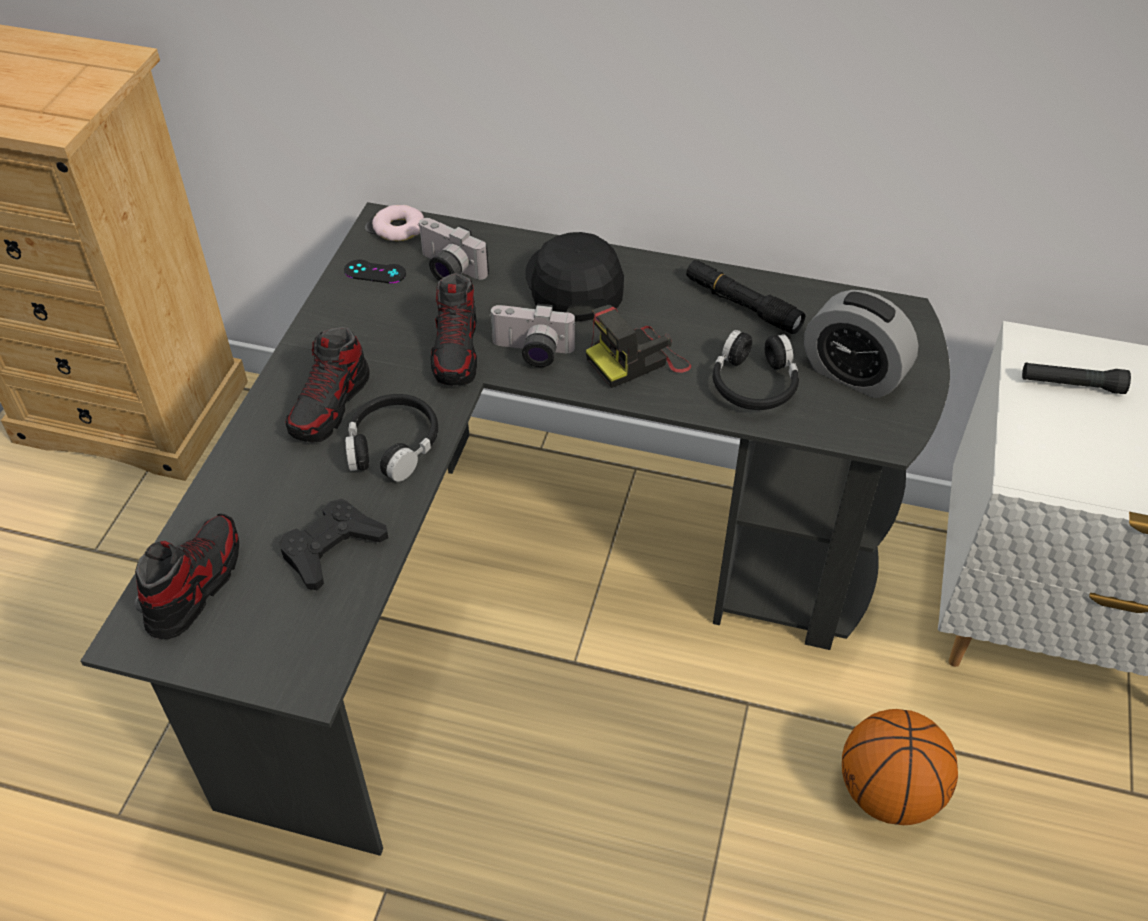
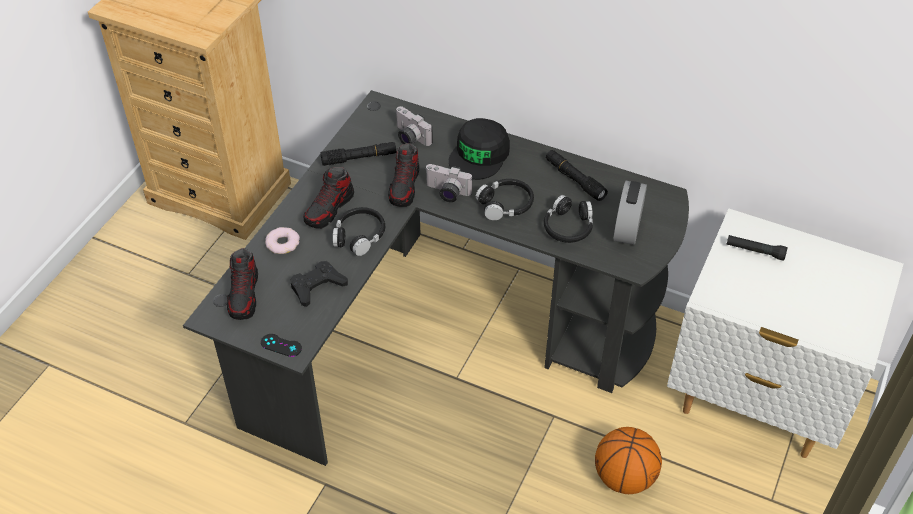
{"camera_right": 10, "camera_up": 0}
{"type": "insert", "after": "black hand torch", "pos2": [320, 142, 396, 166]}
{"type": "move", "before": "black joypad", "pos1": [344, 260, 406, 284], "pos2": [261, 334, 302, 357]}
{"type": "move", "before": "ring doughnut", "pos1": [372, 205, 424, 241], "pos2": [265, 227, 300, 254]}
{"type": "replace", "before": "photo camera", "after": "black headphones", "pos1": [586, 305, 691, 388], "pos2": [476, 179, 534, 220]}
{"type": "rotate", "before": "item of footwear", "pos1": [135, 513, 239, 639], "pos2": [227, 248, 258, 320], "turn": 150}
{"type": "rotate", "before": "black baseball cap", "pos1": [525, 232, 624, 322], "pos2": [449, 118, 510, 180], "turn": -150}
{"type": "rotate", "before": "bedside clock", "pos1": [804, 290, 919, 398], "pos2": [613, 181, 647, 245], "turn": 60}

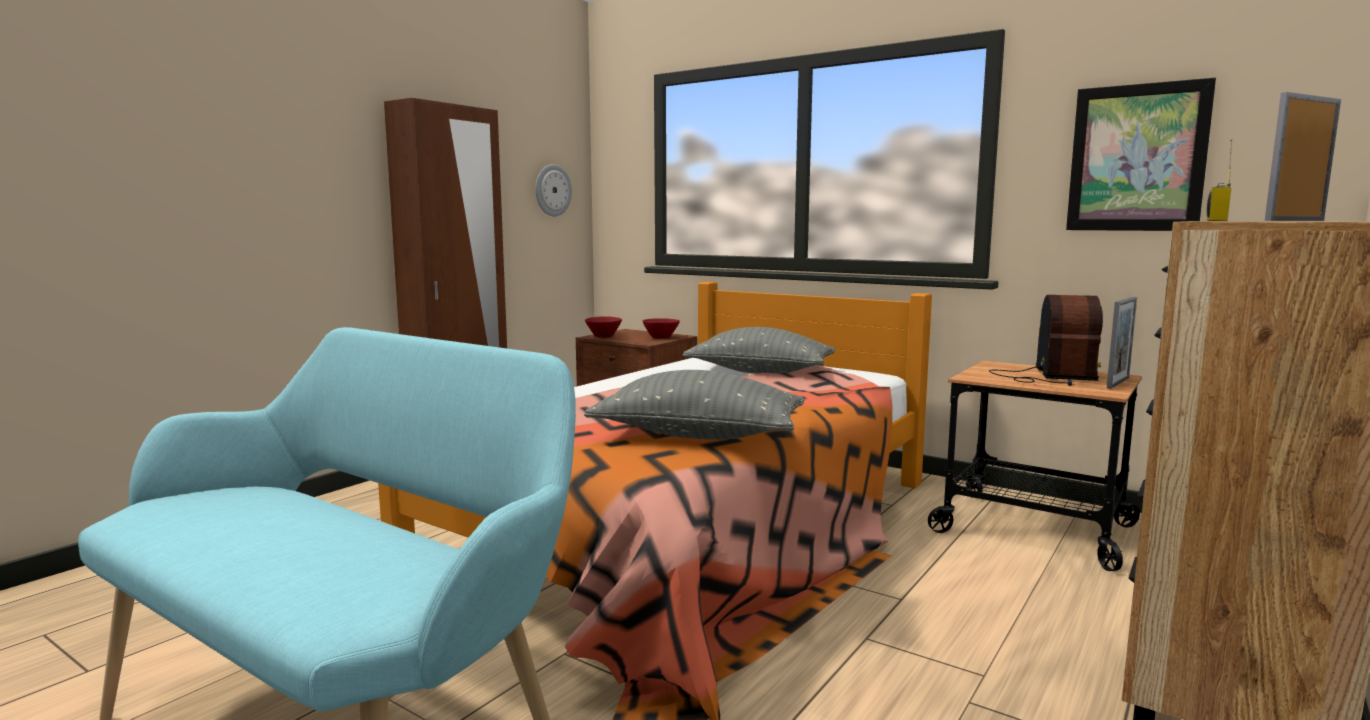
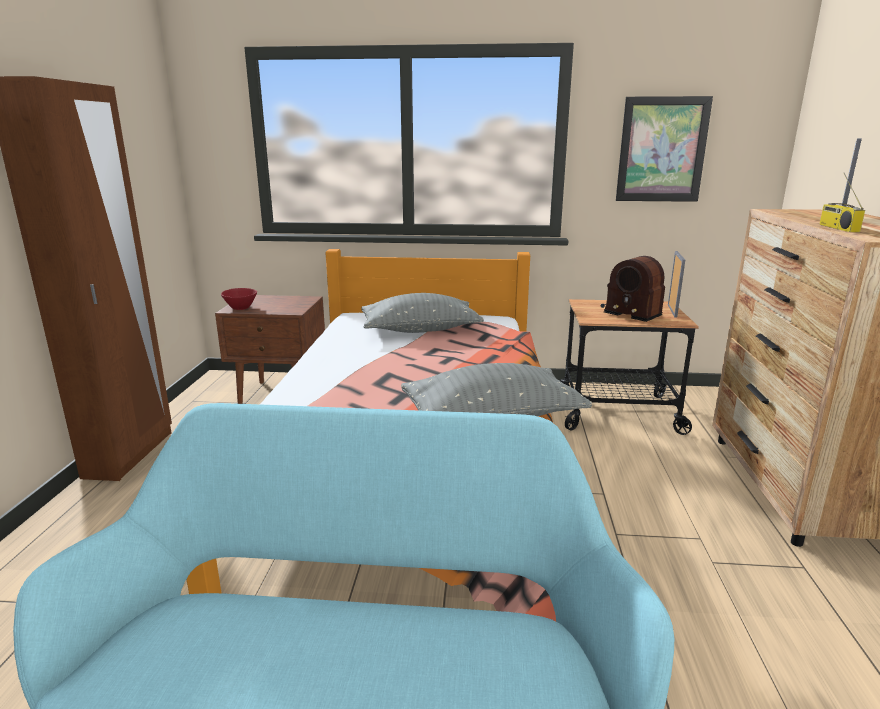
{"camera_right": -30, "camera_up": 10}
{"type": "delete", "before": "clock on the wall", "pos1": [535, 164, 572, 216]}
{"type": "delete", "before": "red-coloured serving bowl", "pos1": [643, 318, 680, 339]}
{"type": "rotate", "before": "radio receiver", "pos1": [989, 295, 1103, 386], "pos2": [600, 256, 665, 322], "turn": 150}

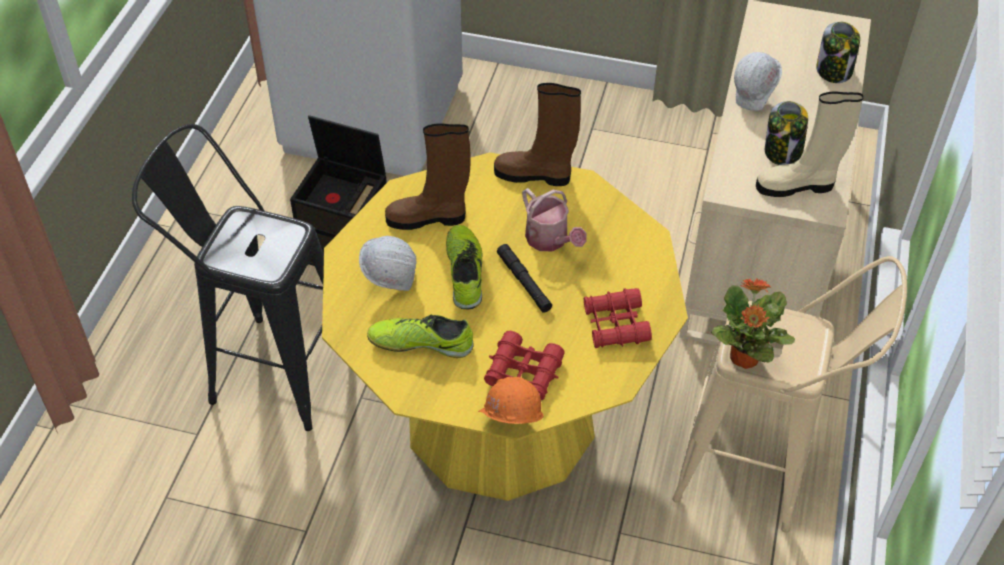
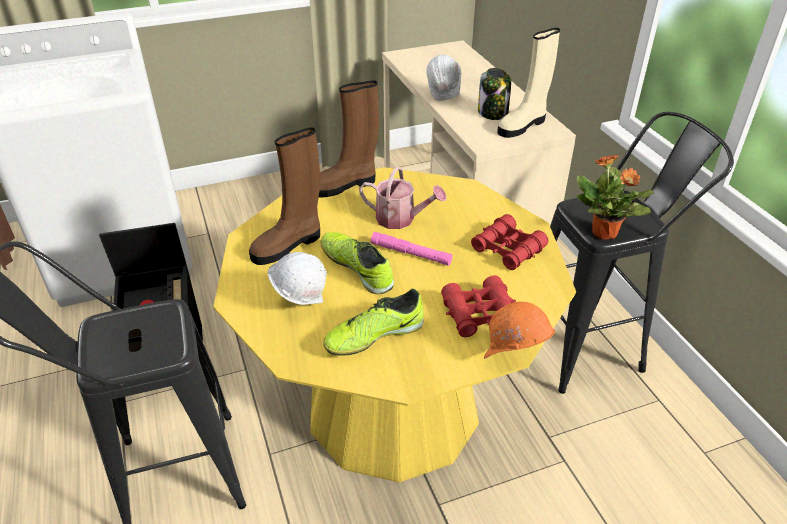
{"camera_right": -35, "camera_up": -10}
{"type": "delete", "before": "storage jar", "pos1": [816, 22, 860, 83]}
{"type": "recolor", "before": "black hand torch", "after": "pink hand torch", "pos1": [497, 244, 552, 312], "pos2": [371, 232, 452, 266]}
{"type": "recolor", "before": "sand-coloured stool", "after": "black stool", "pos1": [672, 256, 907, 533], "pos2": [550, 112, 734, 394]}

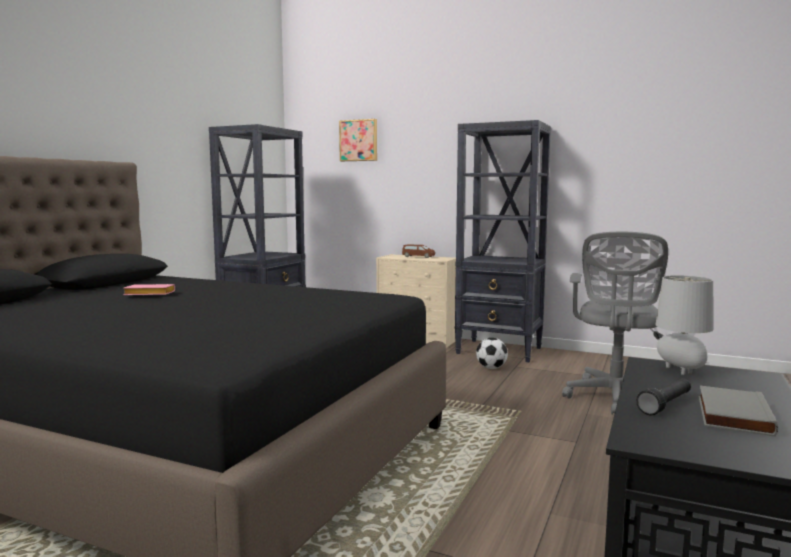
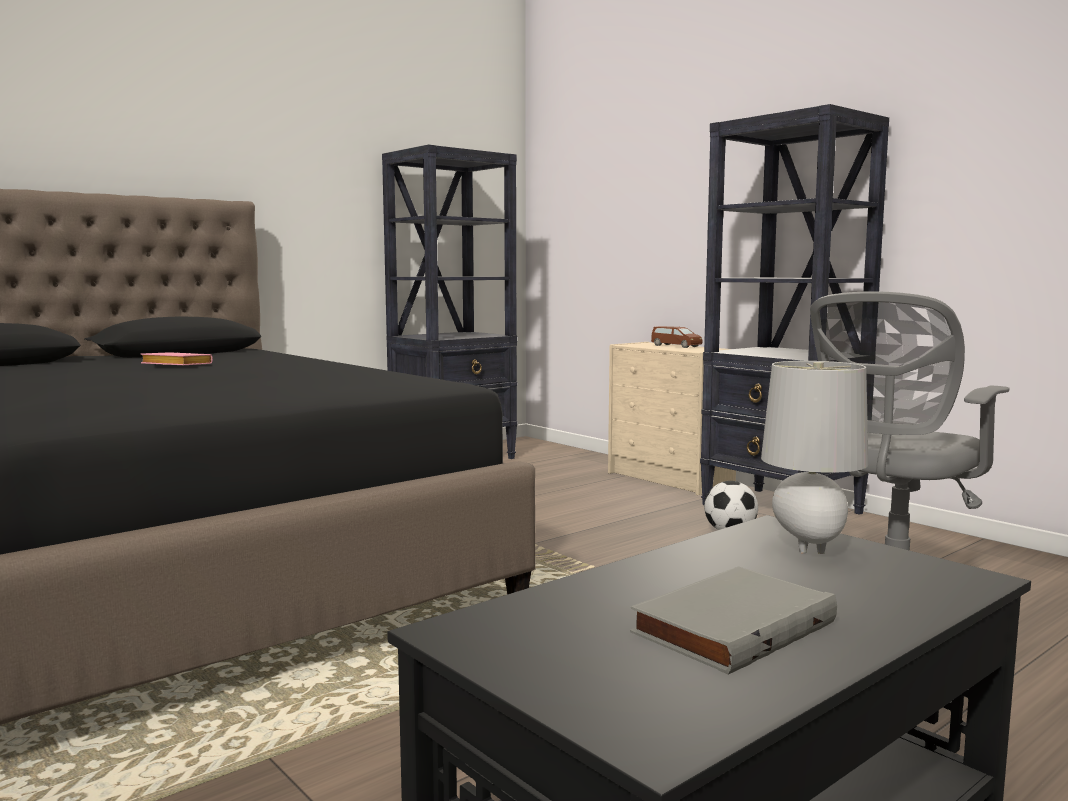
{"camera_right": 25, "camera_up": 0}
{"type": "delete", "before": "wall picture", "pos1": [339, 119, 377, 161]}
{"type": "delete", "before": "black hand torch", "pos1": [636, 378, 691, 415]}

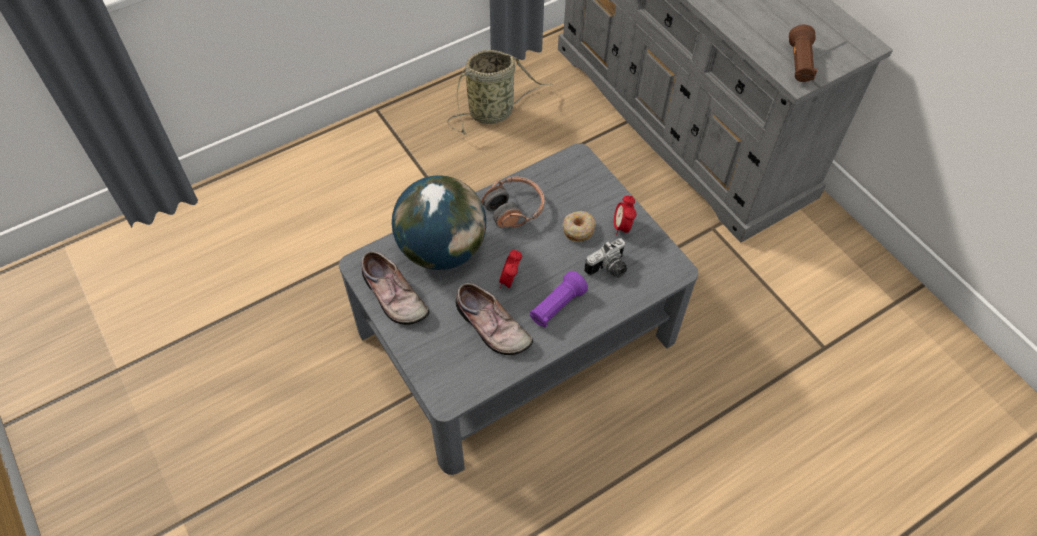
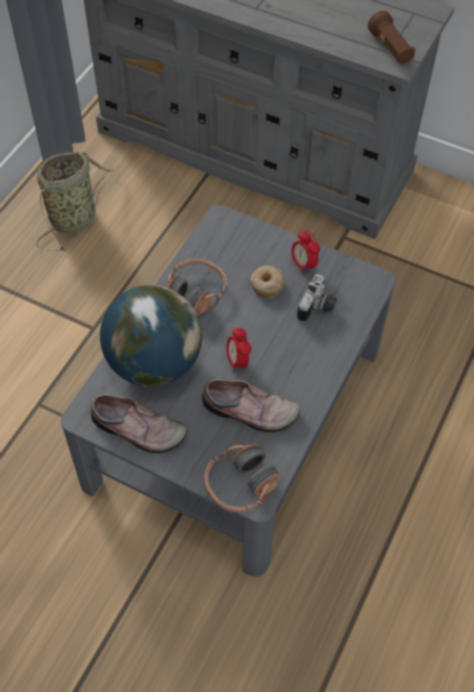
{"camera_right": -30, "camera_up": 0}
{"type": "delete", "before": "purple-coloured hand torch", "pos1": [530, 271, 588, 328]}
{"type": "insert", "after": "headphones", "pos2": [205, 444, 281, 512]}

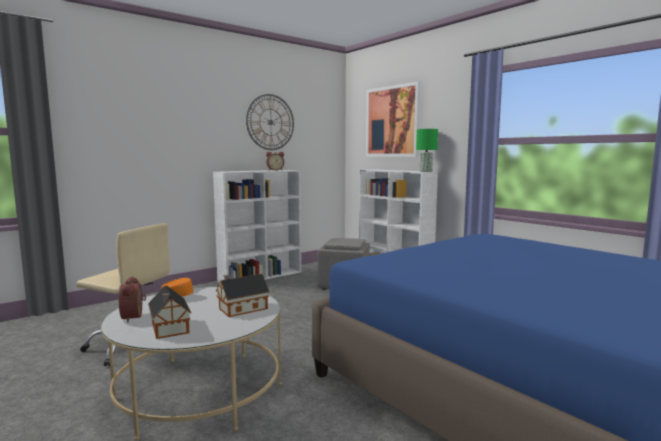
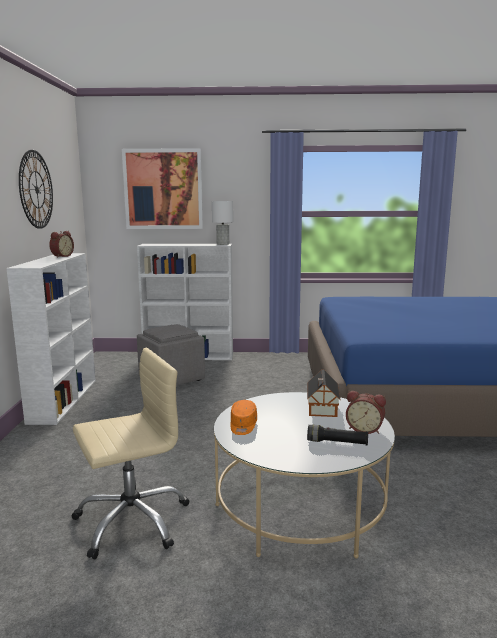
{"camera_right": -50, "camera_up": 5}
{"type": "move", "before": "bedside clock", "pos1": [119, 276, 146, 323], "pos2": [346, 391, 386, 434]}
{"type": "replace", "before": "model house", "after": "black hand torch", "pos1": [148, 286, 192, 339], "pos2": [307, 425, 368, 446]}
{"type": "recolor", "before": "greenish table lamp", "after": "whitish table lamp", "pos1": [416, 129, 438, 172], "pos2": [212, 201, 233, 245]}

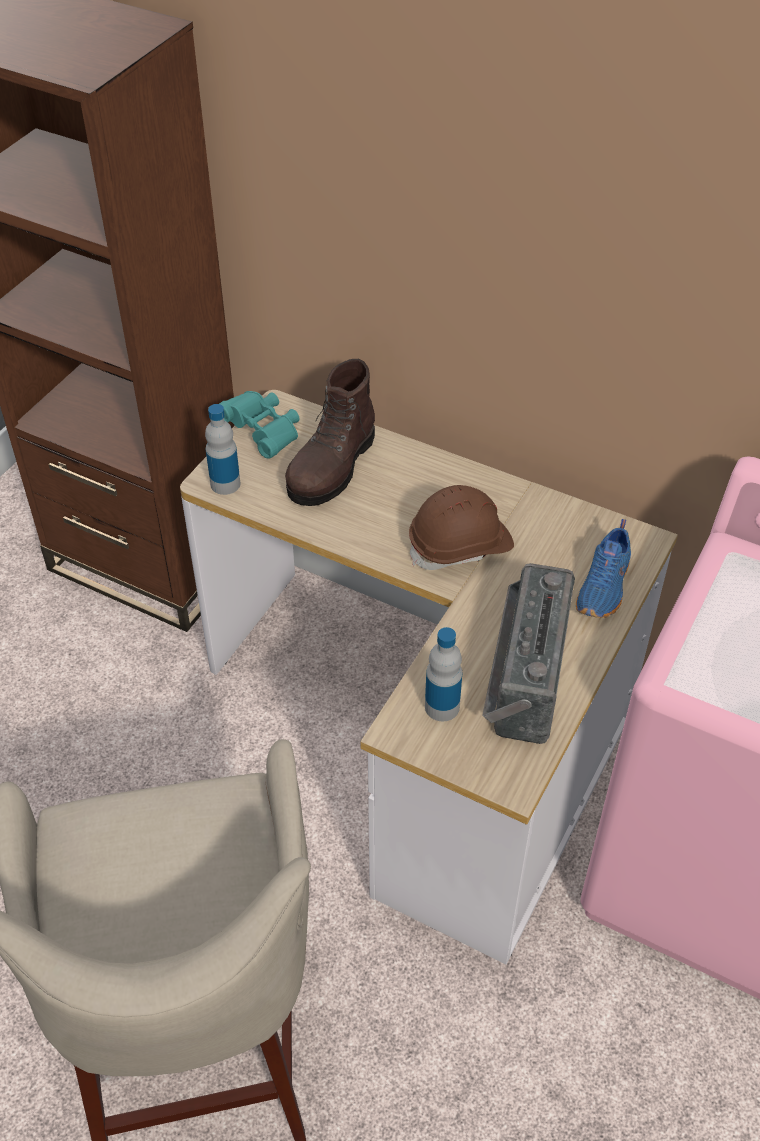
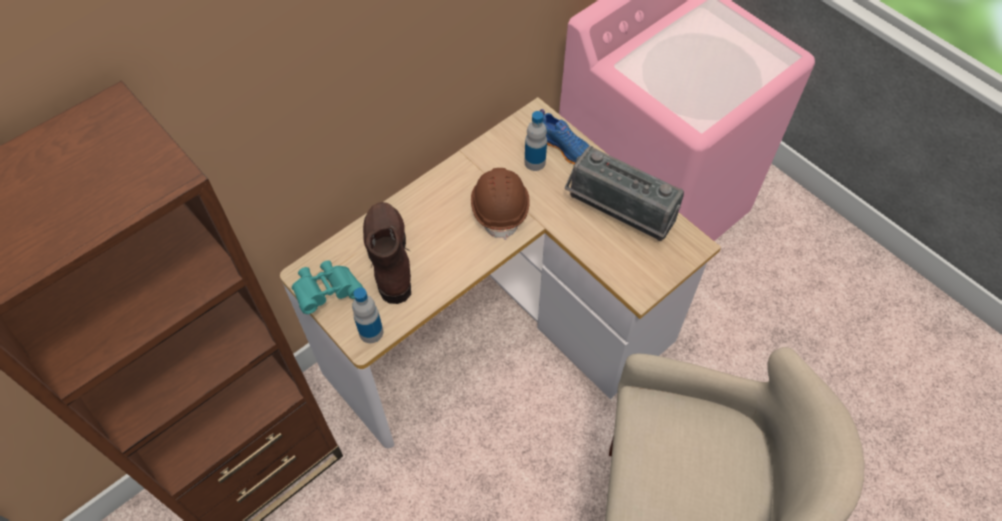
{"camera_right": -70, "camera_up": 10}
{"type": "move", "before": "beverage bottle", "pos1": [425, 627, 462, 722], "pos2": [524, 111, 547, 171]}
{"type": "rotate", "before": "brown-coloured boot", "pos1": [285, 359, 375, 506], "pos2": [363, 202, 411, 304], "turn": -150}

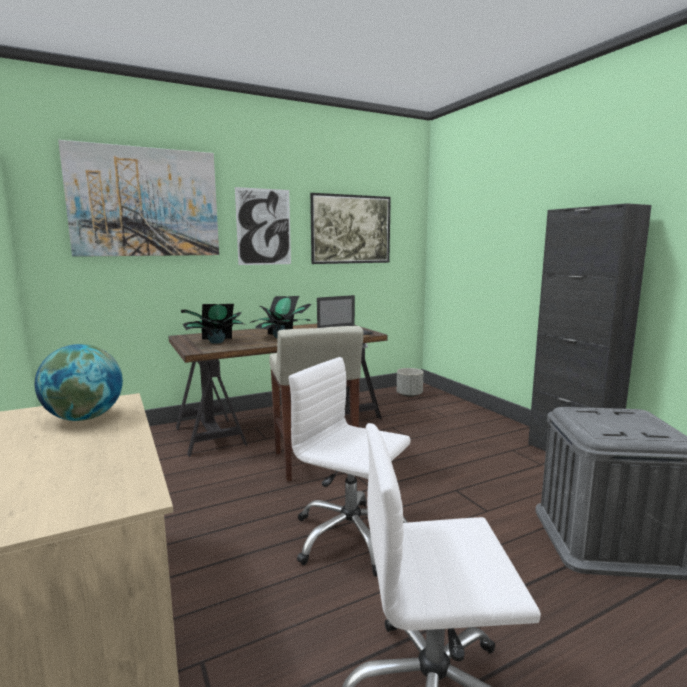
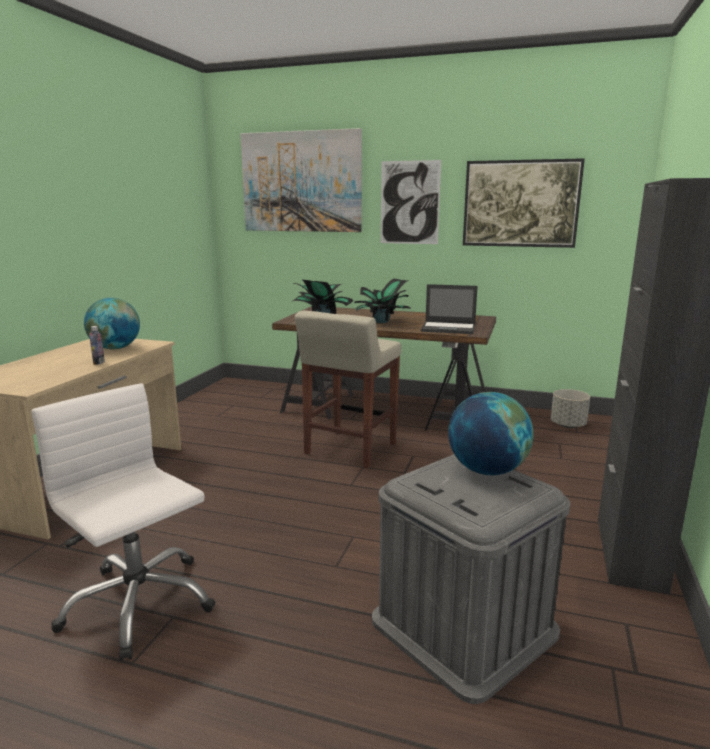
{"camera_right": 45, "camera_up": 5}
{"type": "delete", "before": "whitish computer chair", "pos1": [289, 357, 411, 577]}
{"type": "insert", "after": "beverage bottle", "pos2": [89, 326, 105, 365]}
{"type": "insert", "after": "desk globe", "pos2": [448, 392, 534, 475]}

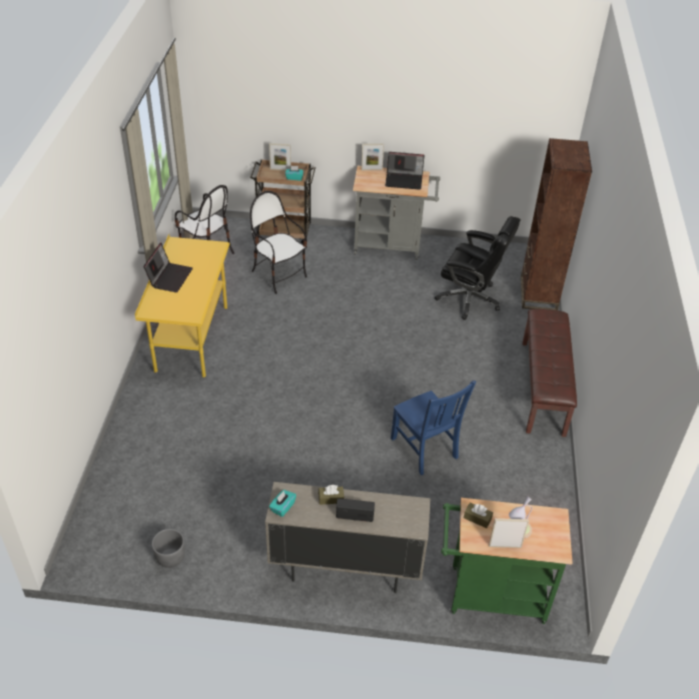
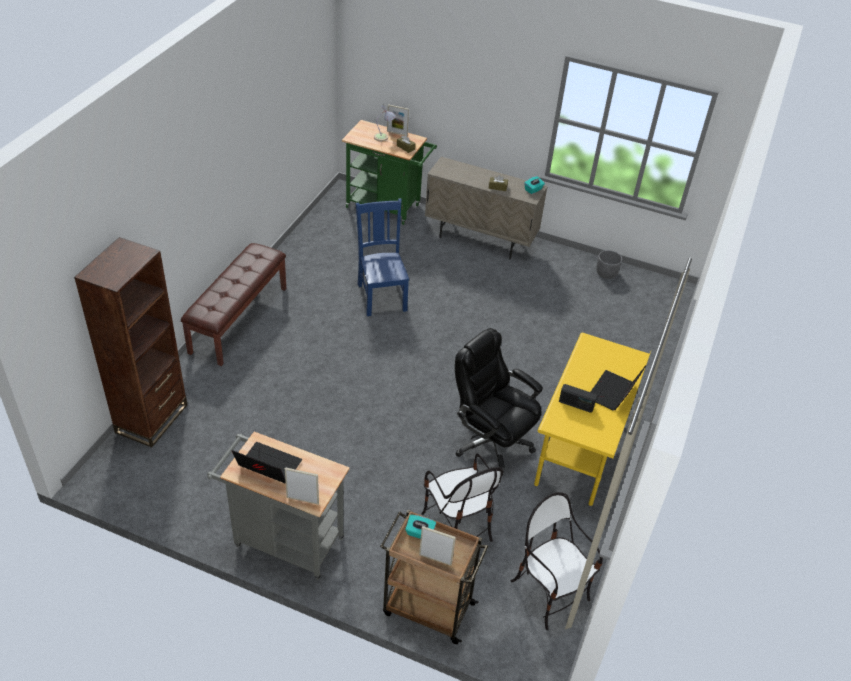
{"camera_right": -165, "camera_up": 0}
{"type": "move", "before": "radio receiver", "pos1": [336, 498, 375, 522], "pos2": [559, 384, 597, 413]}
{"type": "move", "before": "black computer chair", "pos1": [435, 216, 520, 320], "pos2": [455, 328, 543, 475]}

